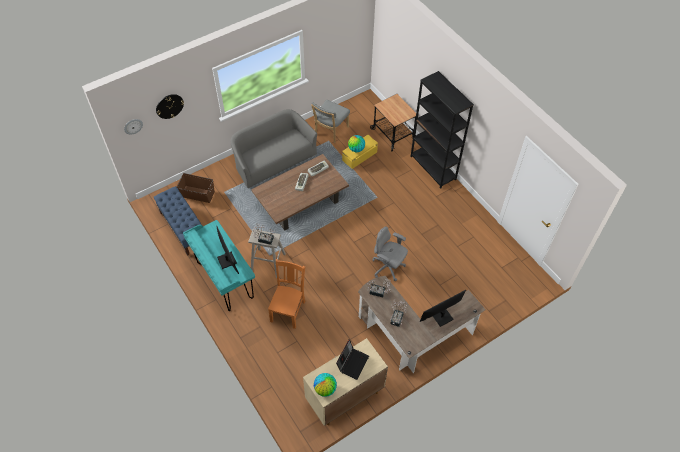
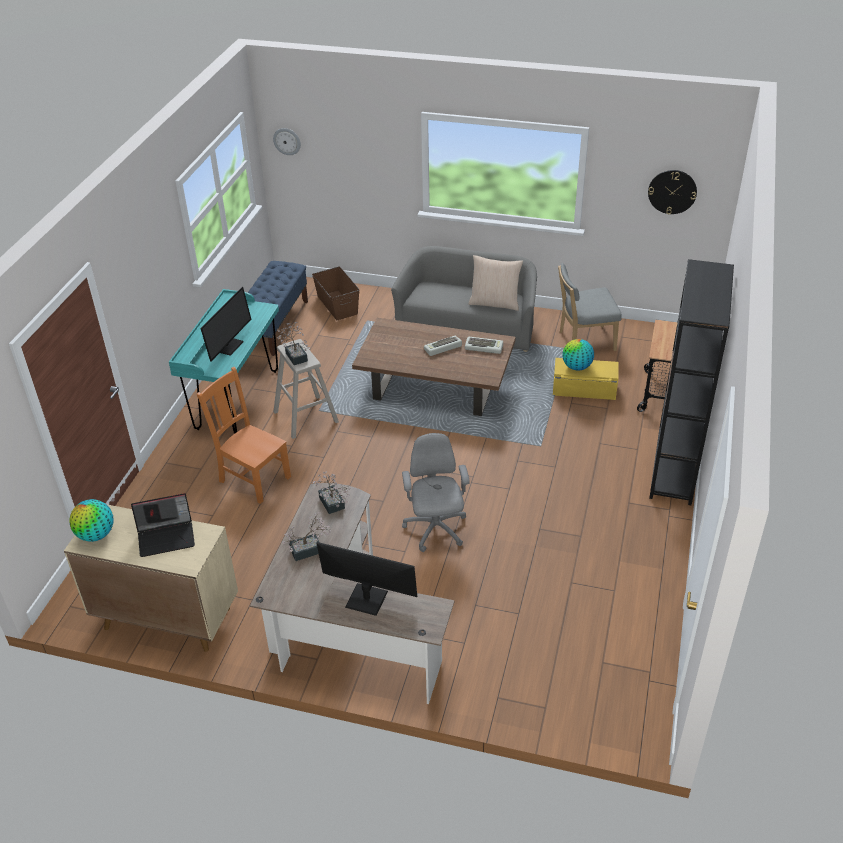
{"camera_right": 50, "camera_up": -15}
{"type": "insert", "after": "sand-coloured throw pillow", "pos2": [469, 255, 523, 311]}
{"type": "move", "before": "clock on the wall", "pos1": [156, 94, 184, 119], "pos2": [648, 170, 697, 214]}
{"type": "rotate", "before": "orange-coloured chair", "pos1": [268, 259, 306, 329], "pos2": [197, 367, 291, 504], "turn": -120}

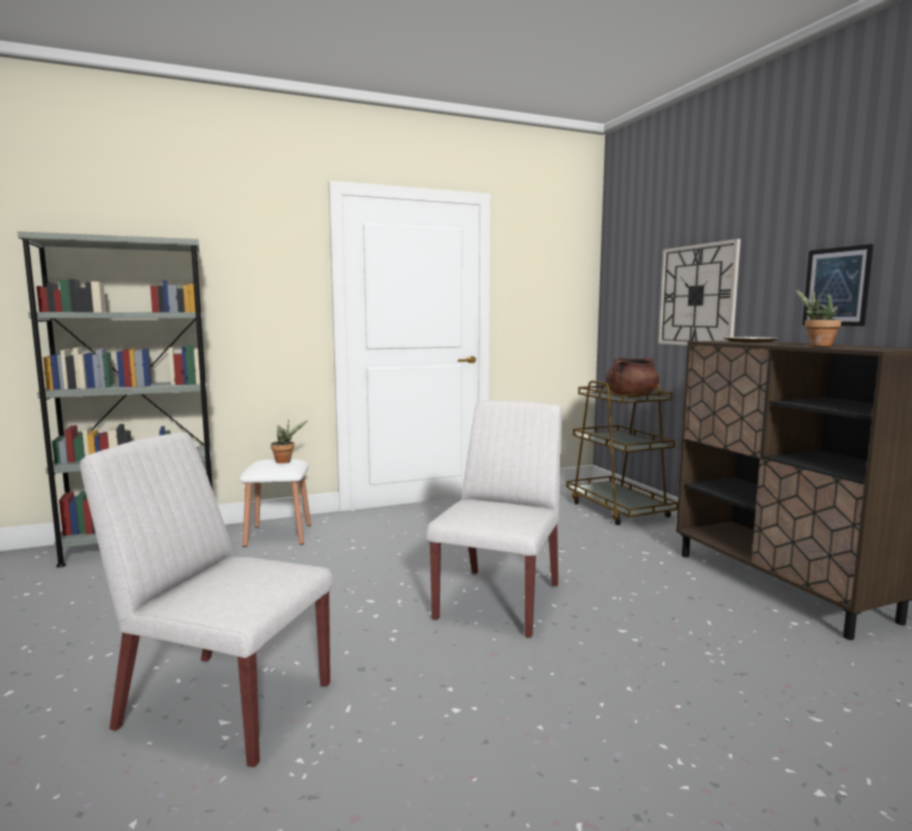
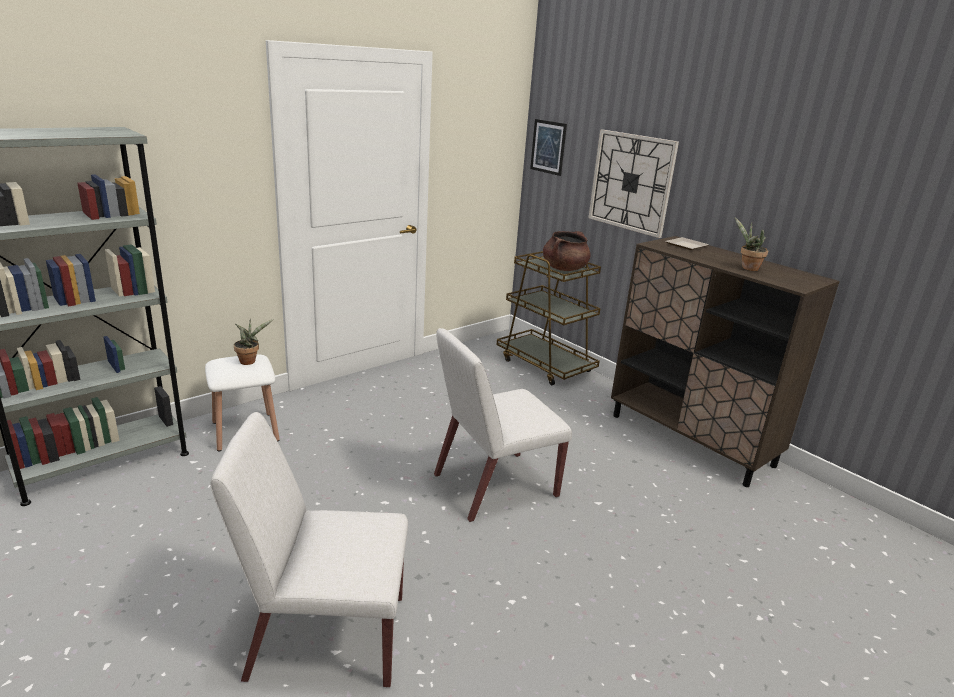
{"camera_right": -20, "camera_up": 15}
{"type": "move", "before": "wall picture", "pos1": [802, 244, 874, 326], "pos2": [530, 119, 567, 176]}
{"type": "rotate", "before": "whitish chair", "pos1": [427, 400, 562, 639], "pos2": [434, 328, 572, 522], "turn": -120}

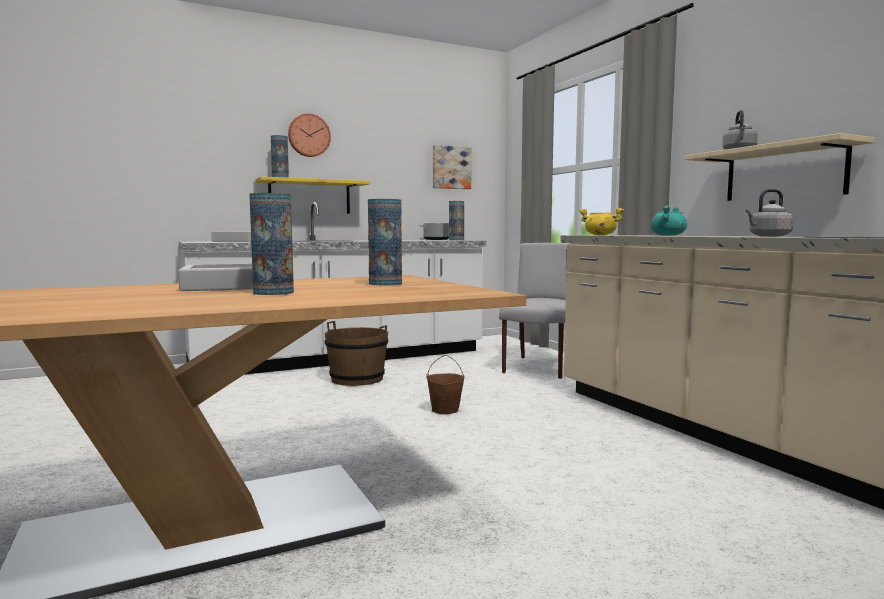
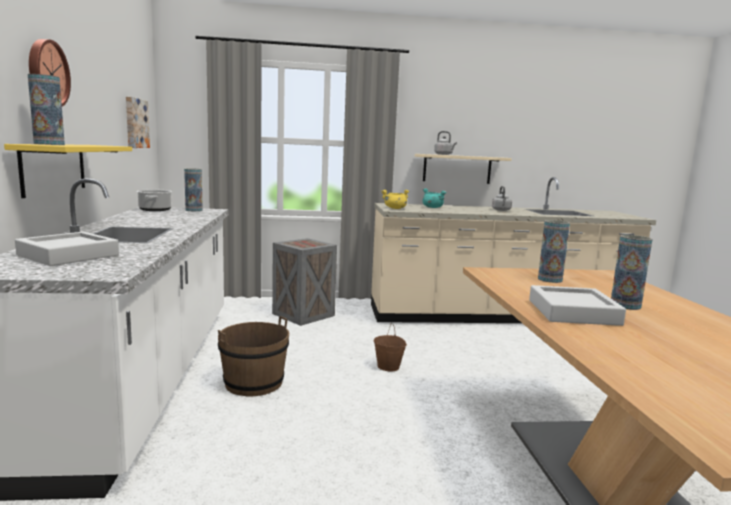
{"camera_right": -70, "camera_up": 5}
{"type": "replace", "before": "greyish chair", "after": "shipping crate", "pos1": [499, 243, 570, 379], "pos2": [272, 238, 337, 326]}

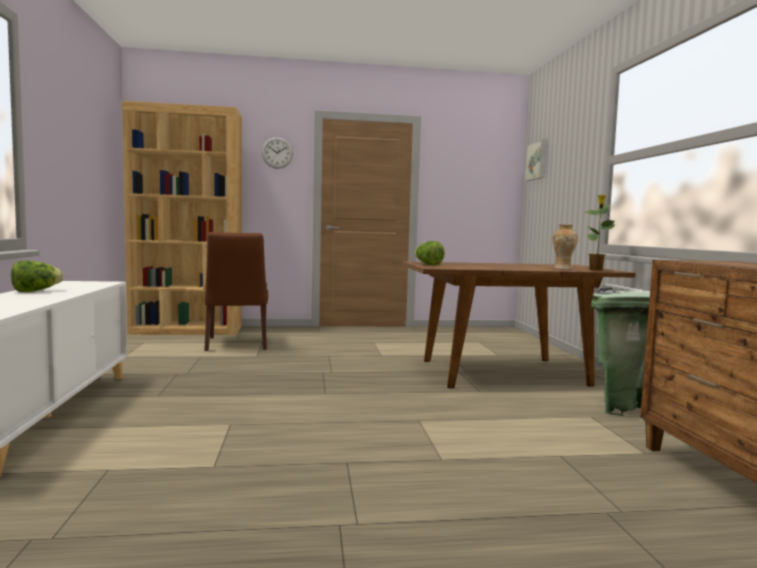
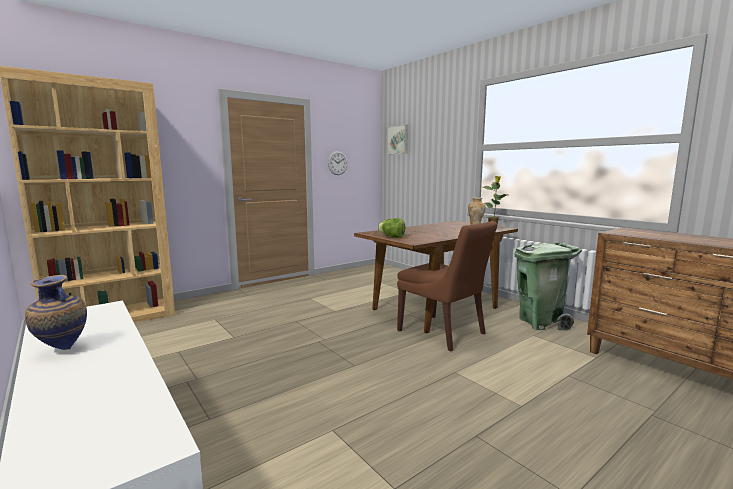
{"camera_right": -30, "camera_up": 5}
{"type": "move", "before": "brown-coloured chair", "pos1": [204, 232, 268, 351], "pos2": [397, 221, 497, 351]}
{"type": "move", "before": "clock on the wall", "pos1": [262, 137, 293, 169], "pos2": [328, 151, 348, 175]}
{"type": "replace", "before": "head of lettuce", "after": "flower vase", "pos1": [11, 260, 63, 292], "pos2": [25, 275, 87, 350]}

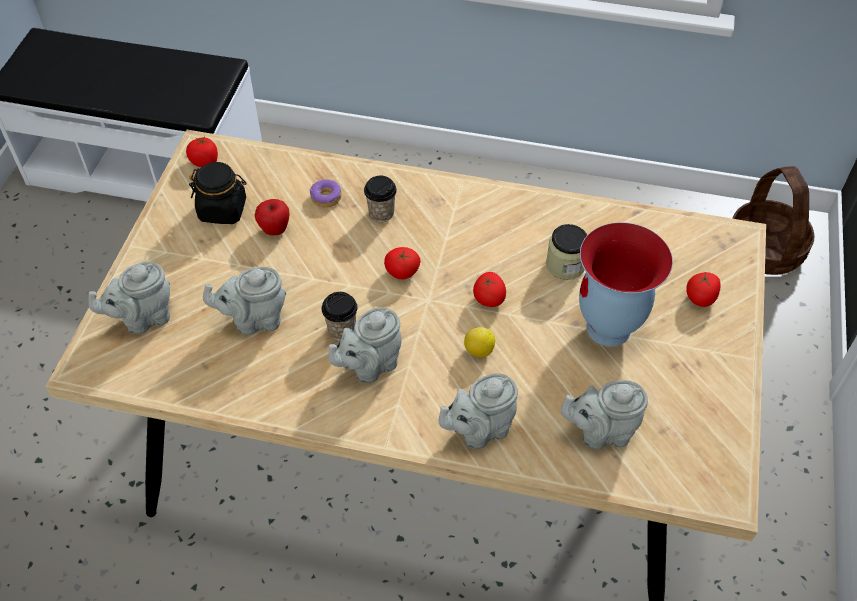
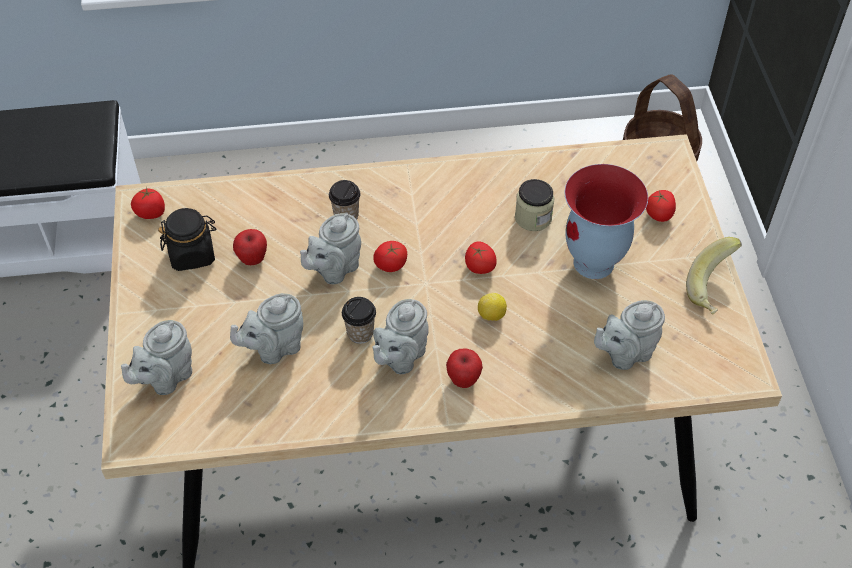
{"camera_right": -20, "camera_up": 0}
{"type": "delete", "before": "ring doughnut", "pos1": [310, 179, 341, 207]}
{"type": "insert", "after": "apple", "pos2": [446, 349, 483, 388]}
{"type": "insert", "after": "whole banana", "pos2": [686, 237, 742, 315]}
{"type": "move", "before": "greyish teapot", "pos1": [439, 373, 518, 449], "pos2": [300, 213, 361, 284]}

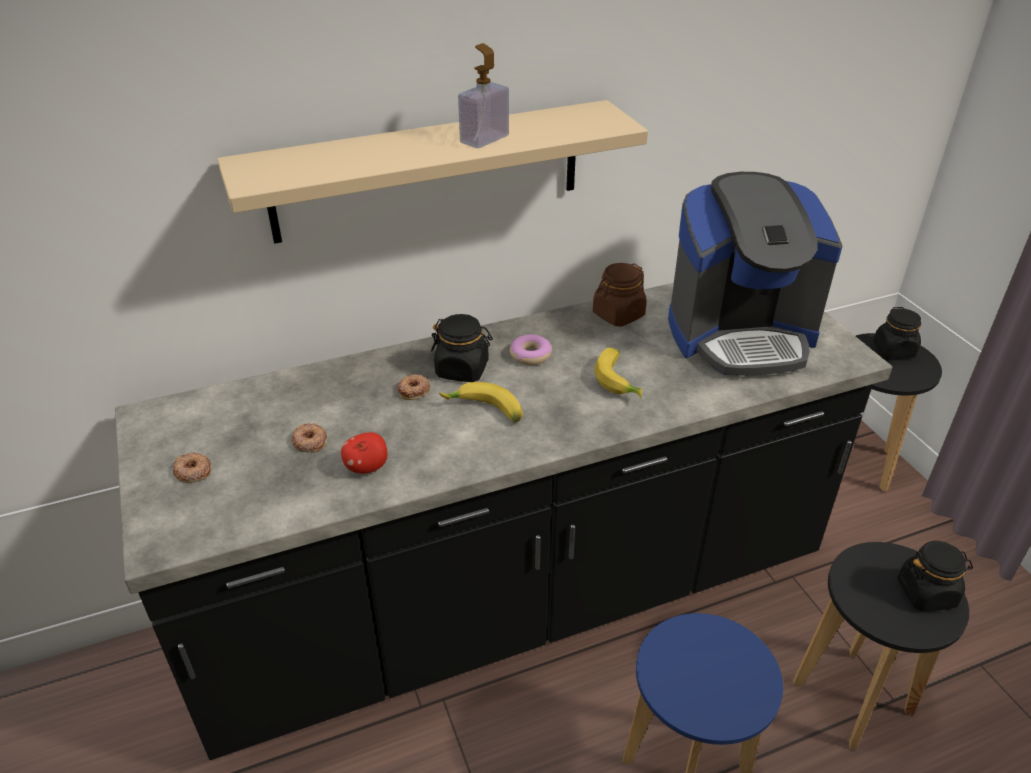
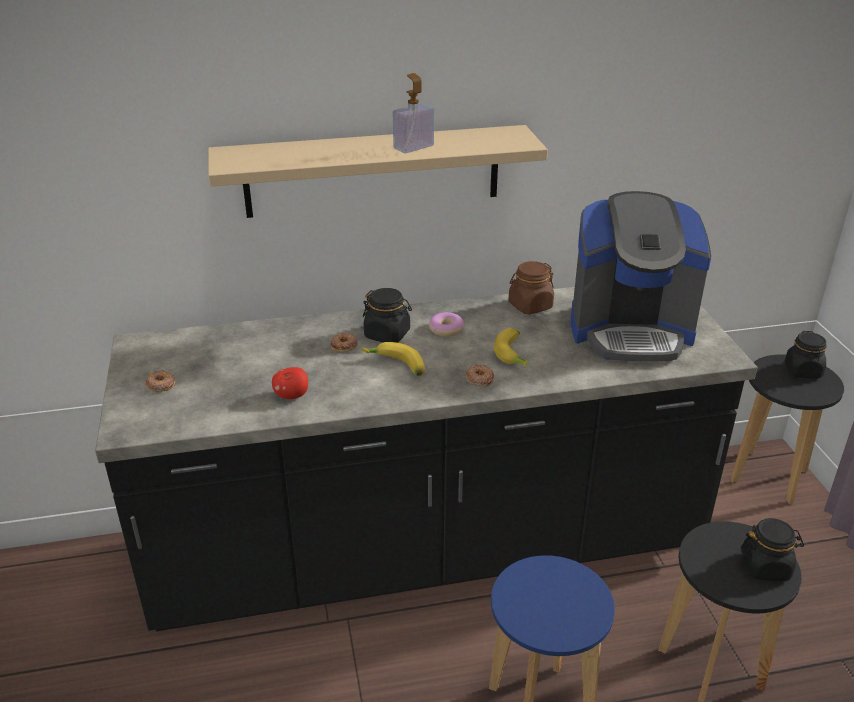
{"camera_right": 10, "camera_up": -5}
{"type": "move", "before": "ring doughnut", "pos1": [291, 423, 328, 452], "pos2": [466, 364, 494, 386]}

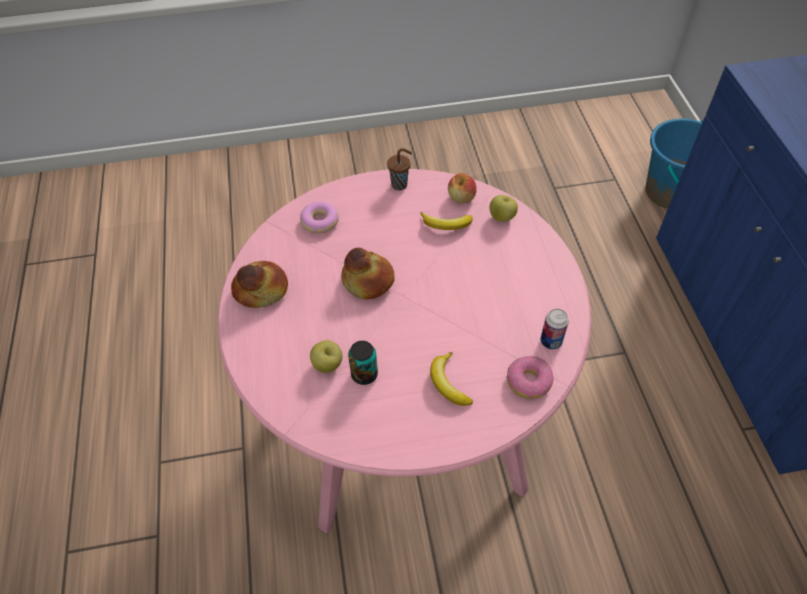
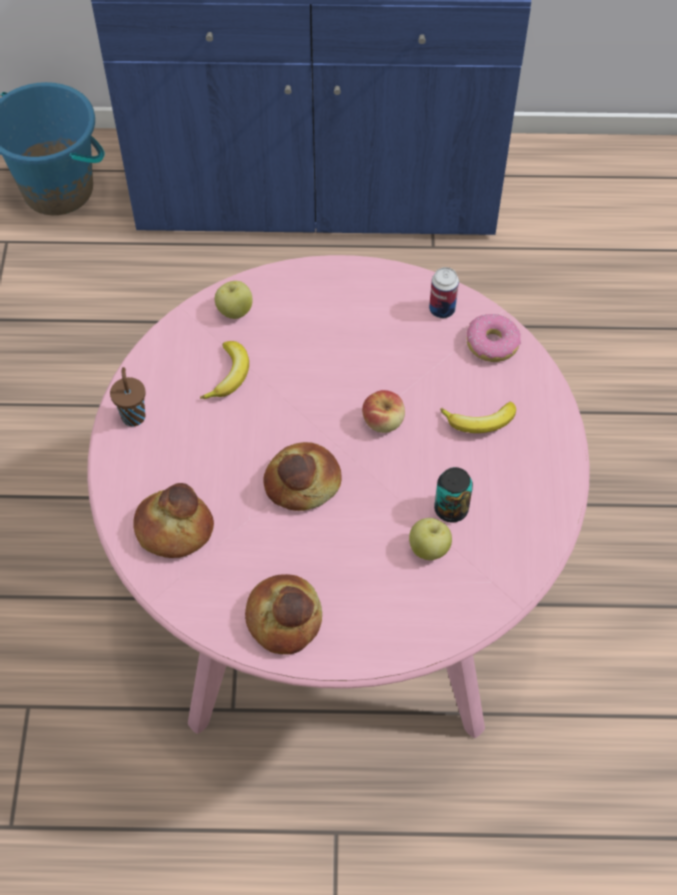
{"camera_right": -80, "camera_up": 5}
{"type": "move", "before": "apple", "pos1": [448, 173, 477, 203], "pos2": [362, 390, 405, 433]}
{"type": "replace", "before": "ring doughnut", "after": "bread", "pos1": [300, 201, 339, 233], "pos2": [133, 483, 214, 558]}

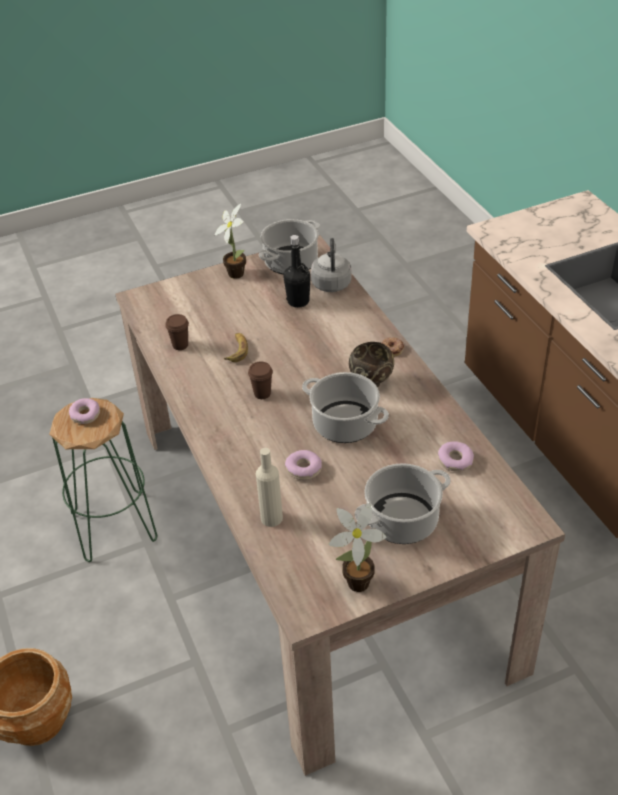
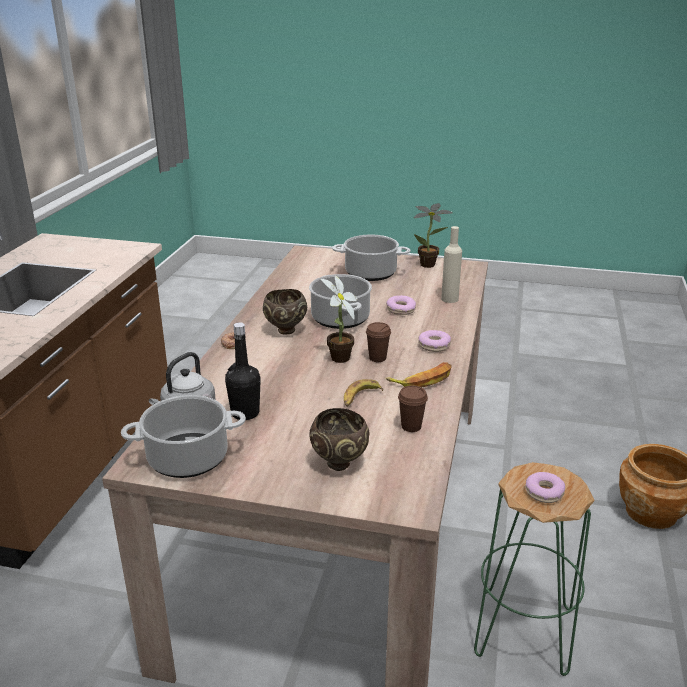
{"camera_right": -145, "camera_up": -15}
{"type": "insert", "after": "brown-coloured serving bowl", "pos2": [309, 408, 369, 471]}
{"type": "insert", "after": "whole banana", "pos2": [386, 362, 452, 387]}
{"type": "move", "before": "houseplant", "pos1": [215, 204, 246, 279], "pos2": [321, 275, 357, 363]}
{"type": "move", "before": "ring doughnut", "pos1": [438, 441, 474, 472], "pos2": [418, 330, 451, 352]}

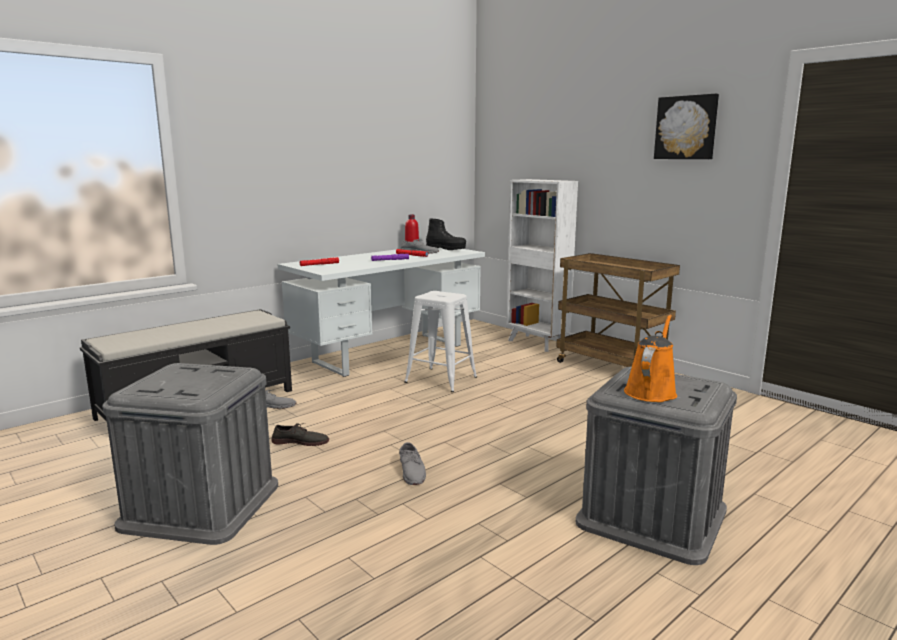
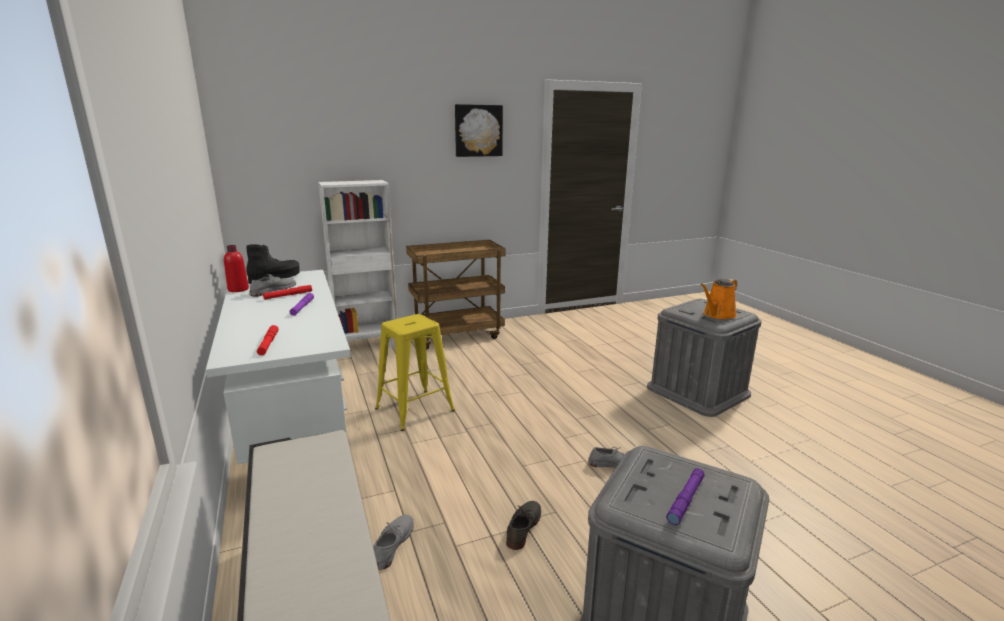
{"camera_right": -70, "camera_up": 5}
{"type": "insert", "after": "purple-coloured hand torch", "pos2": [666, 468, 705, 525]}
{"type": "recolor", "before": "whitish stool", "after": "yellow stool", "pos1": [404, 291, 477, 392], "pos2": [375, 314, 455, 431]}
{"type": "rotate", "before": "orange-coloured watering pot", "pos1": [624, 315, 677, 402], "pos2": [701, 279, 737, 319], "turn": -90}

